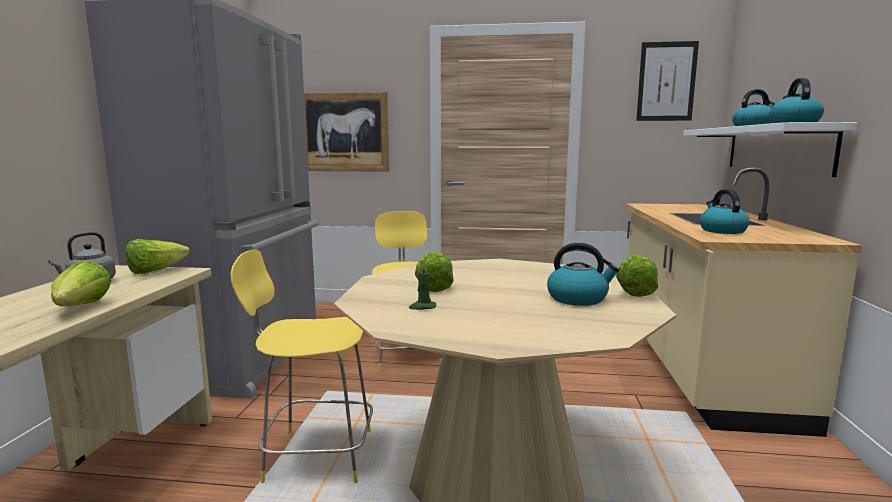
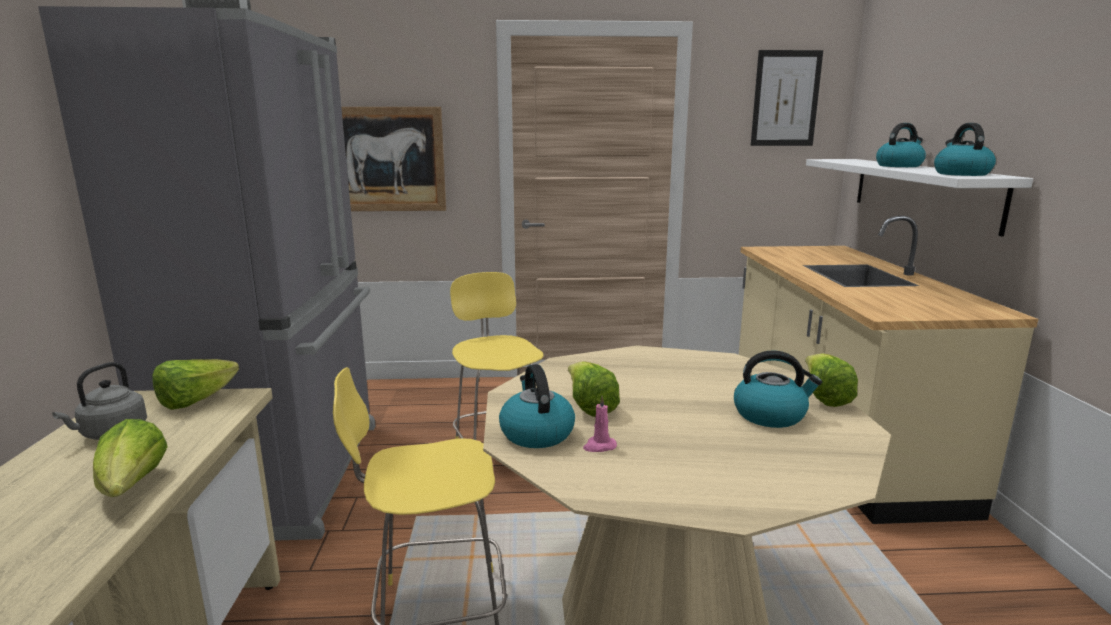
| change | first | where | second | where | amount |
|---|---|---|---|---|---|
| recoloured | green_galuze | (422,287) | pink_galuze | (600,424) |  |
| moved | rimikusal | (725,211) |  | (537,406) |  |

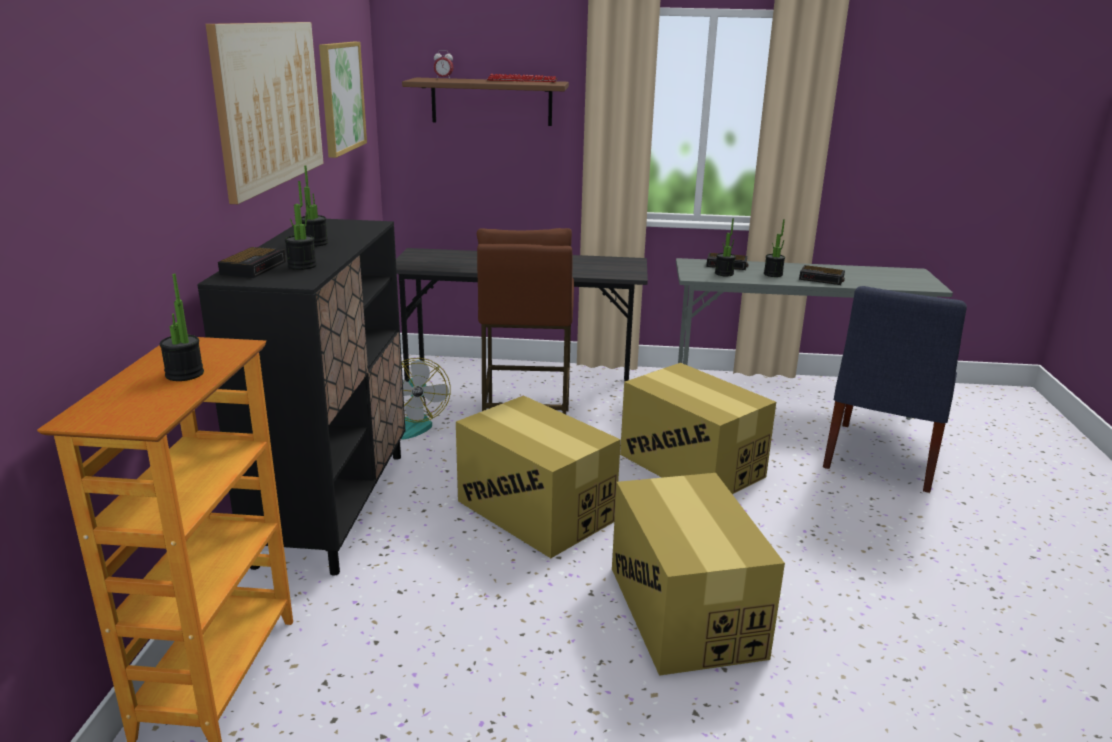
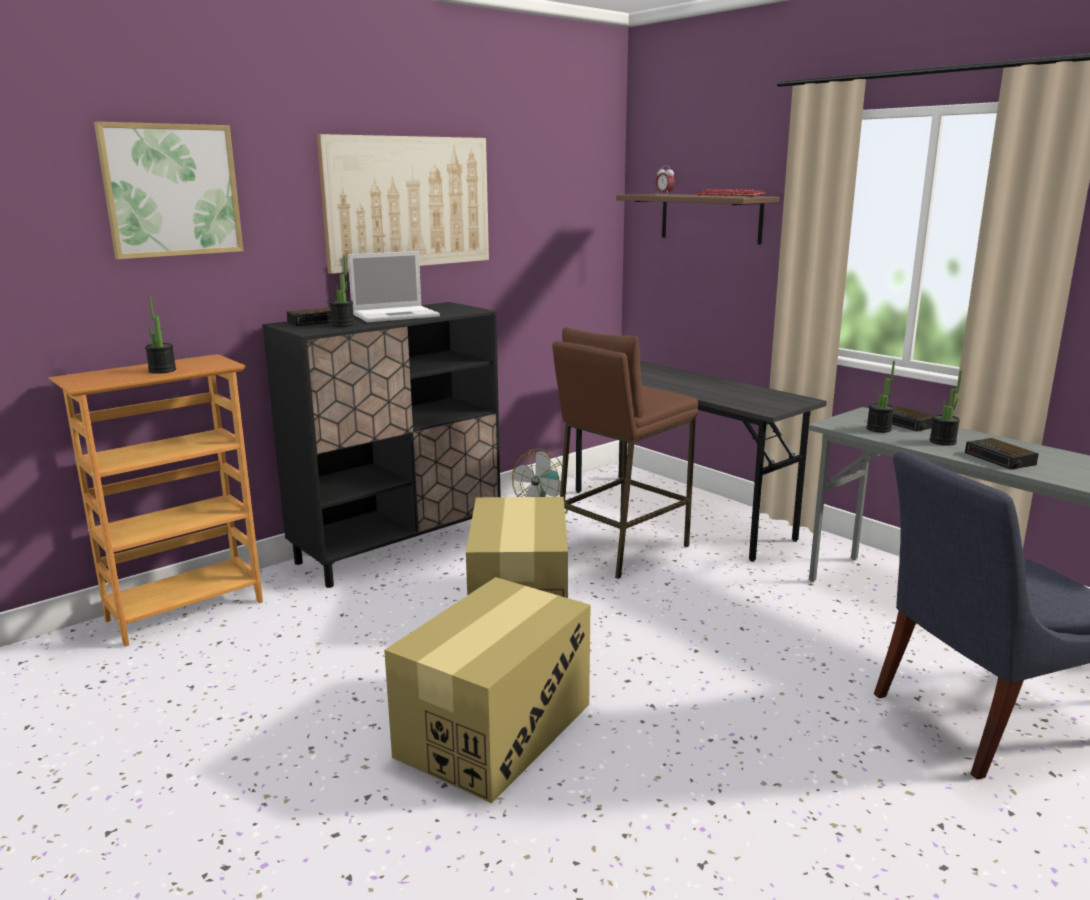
| change | first | where | second | where | amount |
|---|---|---|---|---|---|
| replaced | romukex | (314,206) | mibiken | (394,286) |  |
| moved | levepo | (343,100) |  | (169,190) |  |
| removed | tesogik | (698,428) |  |  |  |

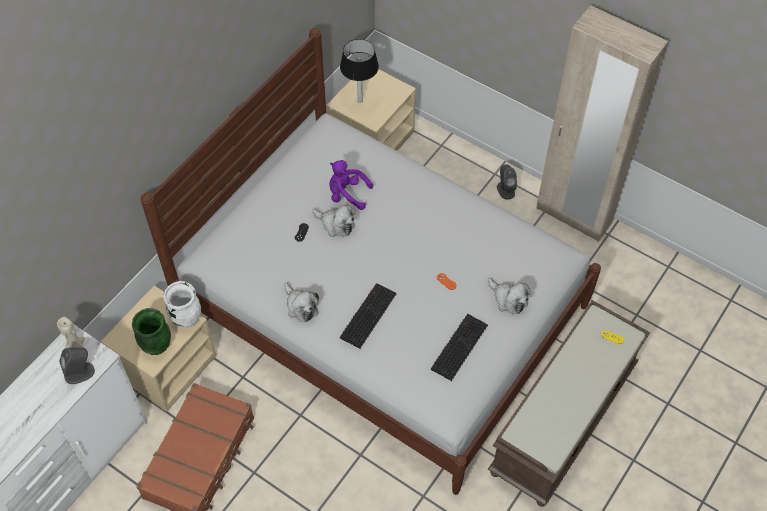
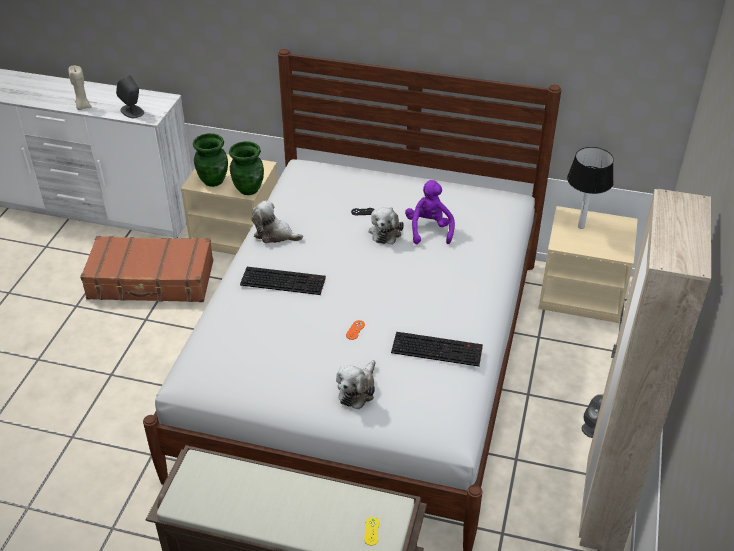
| change | first | where | second | where | amount |
|---|---|---|---|---|---|
| moved | beige_galuze | (71,333) |  | (80,88) |  |
| recoloured | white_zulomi | (182,304) | green_zulomi | (246,168) |  |
| turned | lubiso | (302,302) |  | (277,222) | 75 degrees clockwise |
| moved | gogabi | (459,347) |  | (437,349) |  |

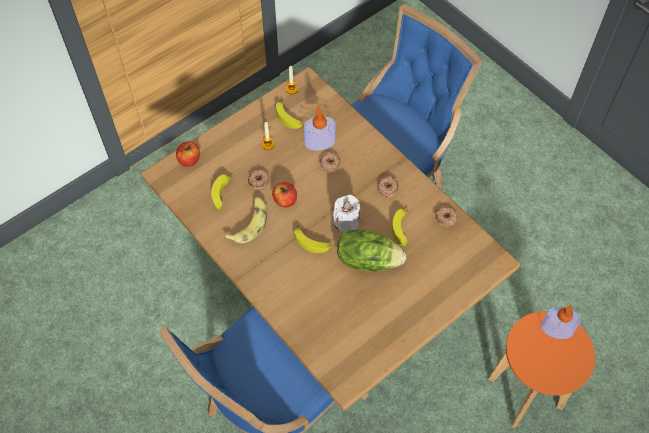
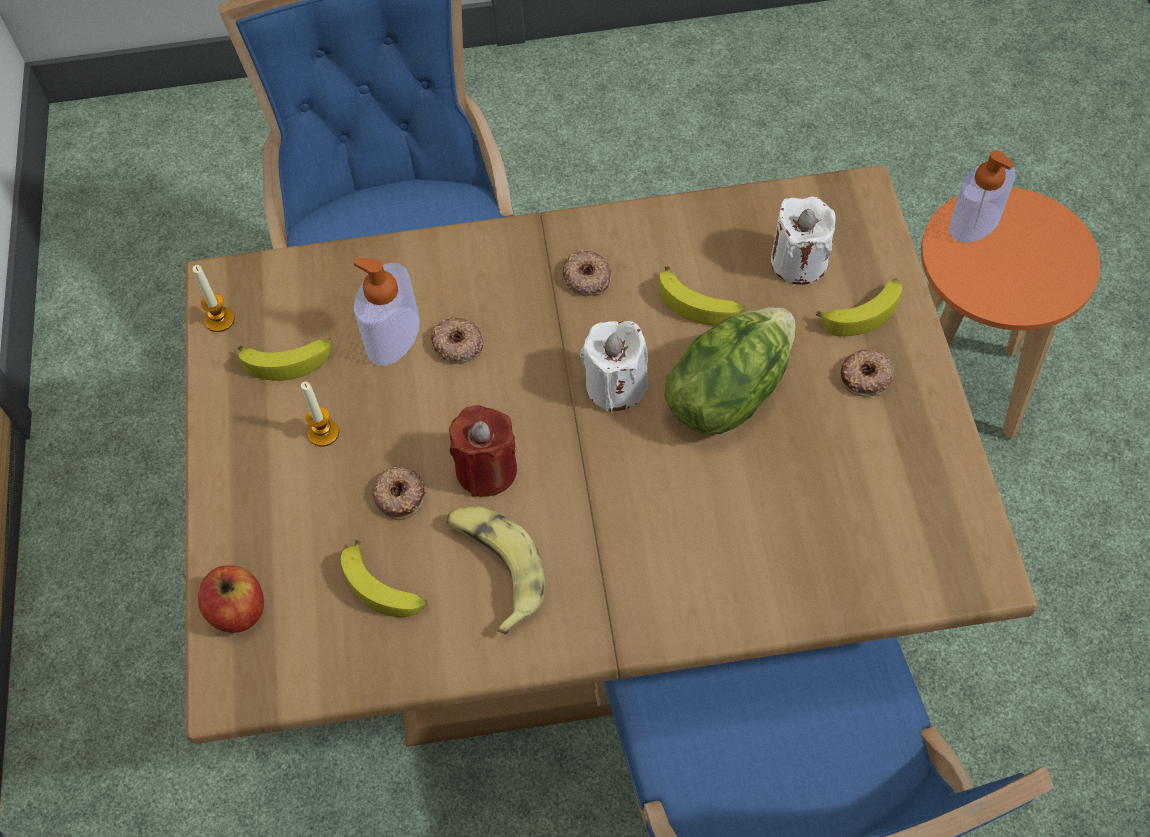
| change | first | where | second | where | amount |
|---|---|---|---|---|---|
| replaced | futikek | (284,194) | red_galuze | (483,451) |  |
| moved | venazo | (313,239) |  | (859,307) |  |
| moved | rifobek | (447,217) |  | (867,373) |  |
| added |  |  | white_galuze | (803,240) |  |

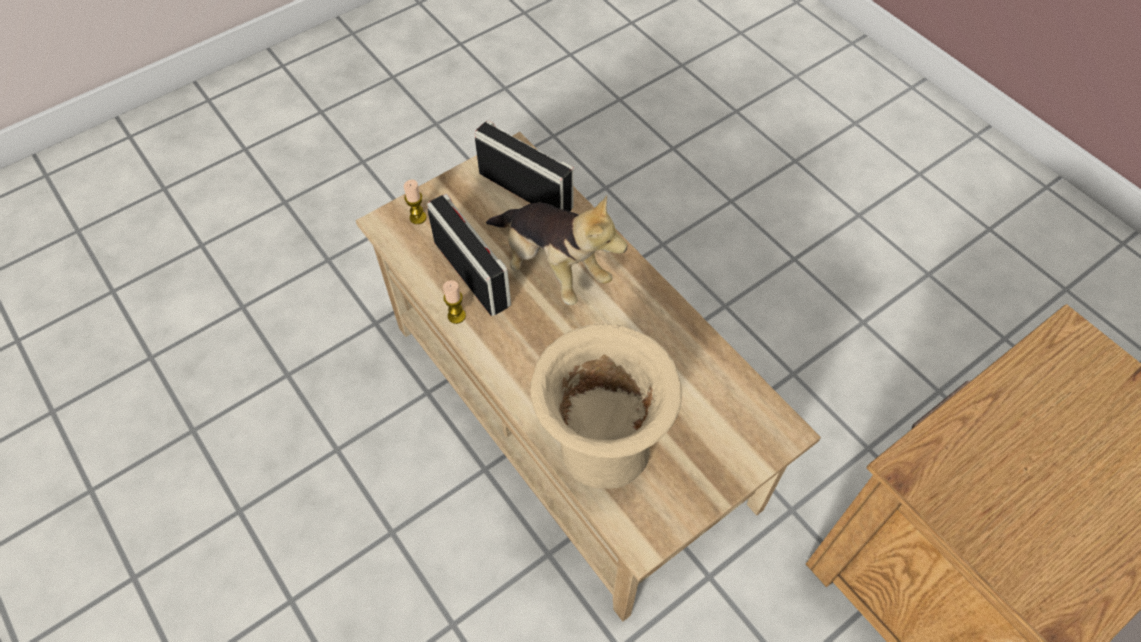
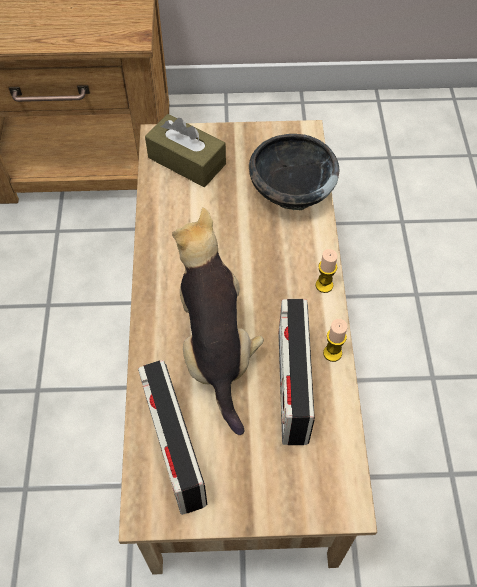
| change | first | where | second | where | amount |
|---|---|---|---|---|---|
| moved | galuze | (415,202) |  | (327,271) |  |
| replaced | beige_zulomi | (606,406) | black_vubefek | (294,172) |  |
| added |  |  | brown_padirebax | (185,150) |  |

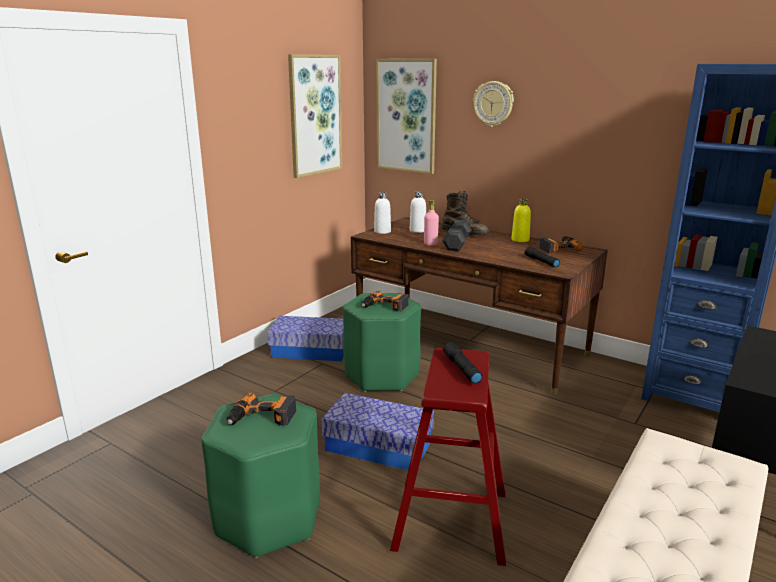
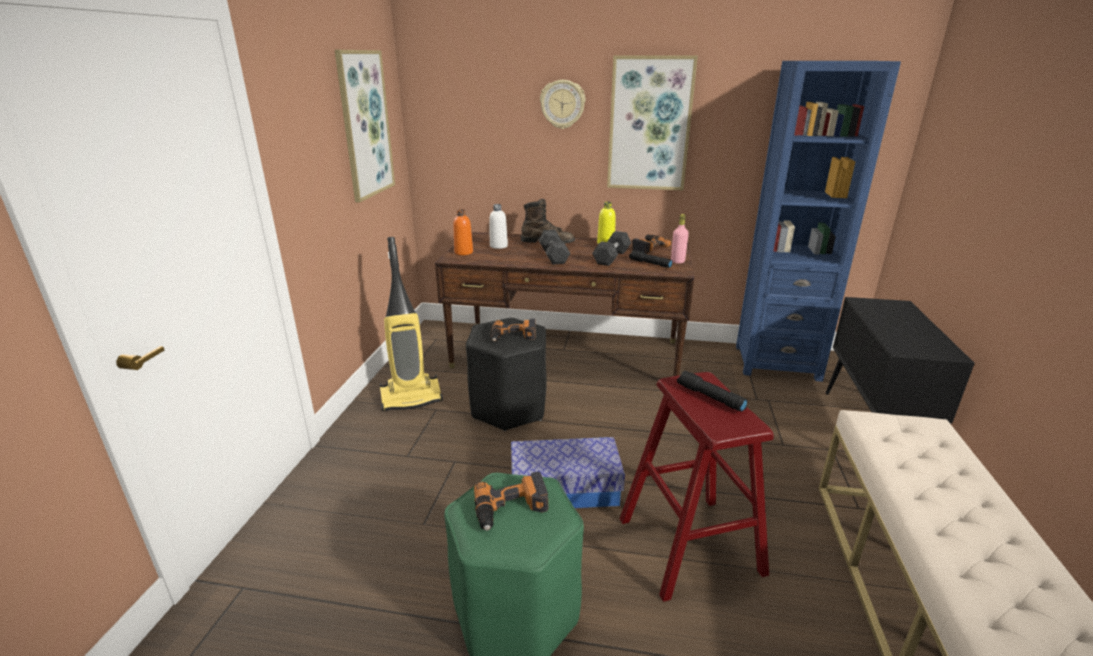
| change | first | where | second | where | amount |
|---|---|---|---|---|---|
| replaced | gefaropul | (305,338) | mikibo | (411,324) |  |
| recoloured | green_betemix | (382,342) | black_betemix | (506,374) |  |
| recoloured | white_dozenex | (382,213) | orange_dozenex | (463,232) |  |
| moved | levepo | (406,116) |  | (652,123) |  |
| moved | pink_dozenex | (431,223) |  | (680,239) |  |
| added |  |  | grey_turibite | (611,248) |  |

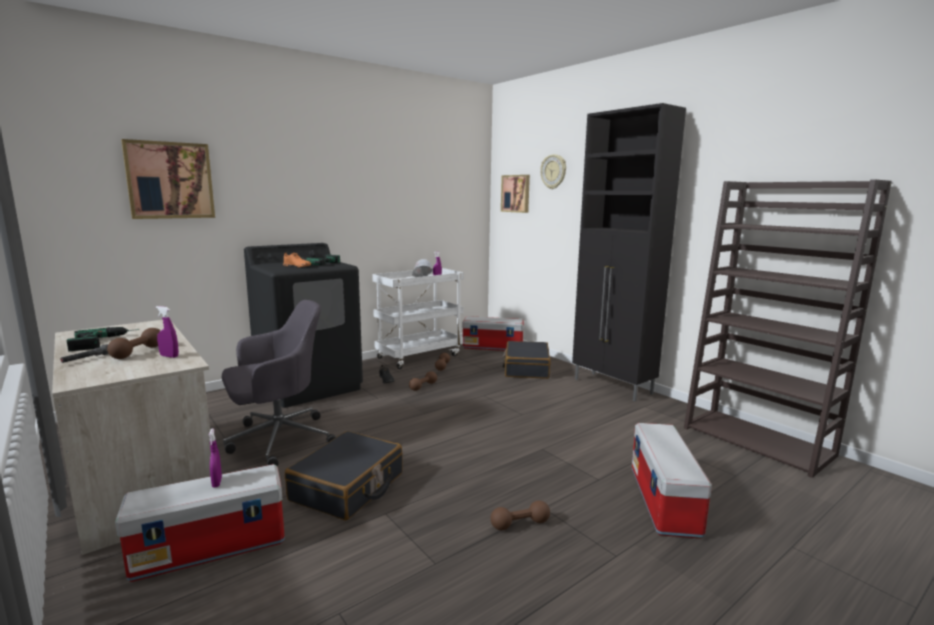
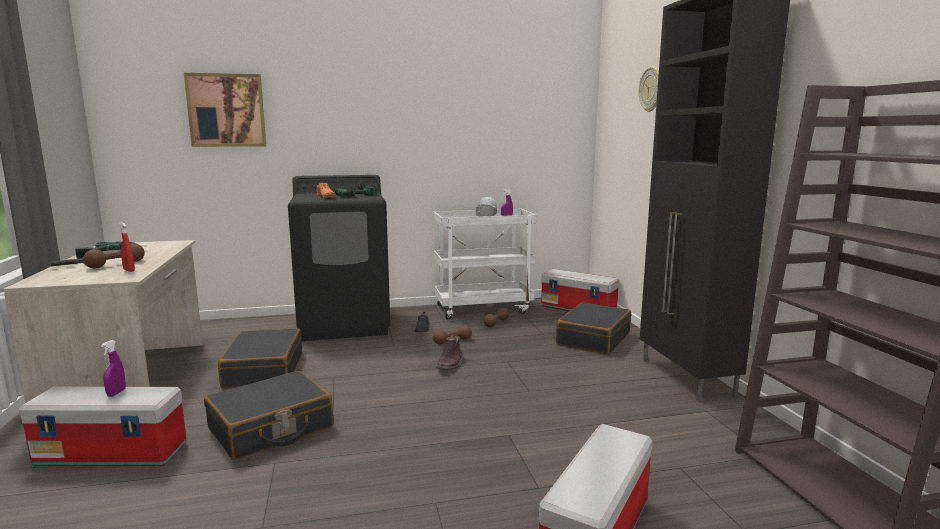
| change | first | where | second | where | amount |
|---|---|---|---|---|---|
| recoloured | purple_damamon | (167,332) | red_damamon | (127,247) |  |
| replaced | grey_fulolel | (279,383) | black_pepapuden | (260,358) |  |
| removed | brown_turibite | (520,515) |  |  |  |
| removed | levepo | (515,194) |  |  |  |
| added |  |  | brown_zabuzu | (449,352) |  |

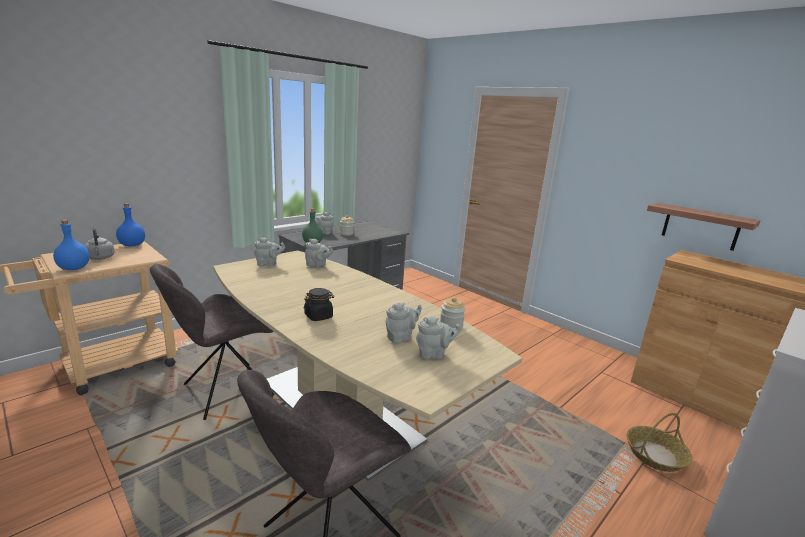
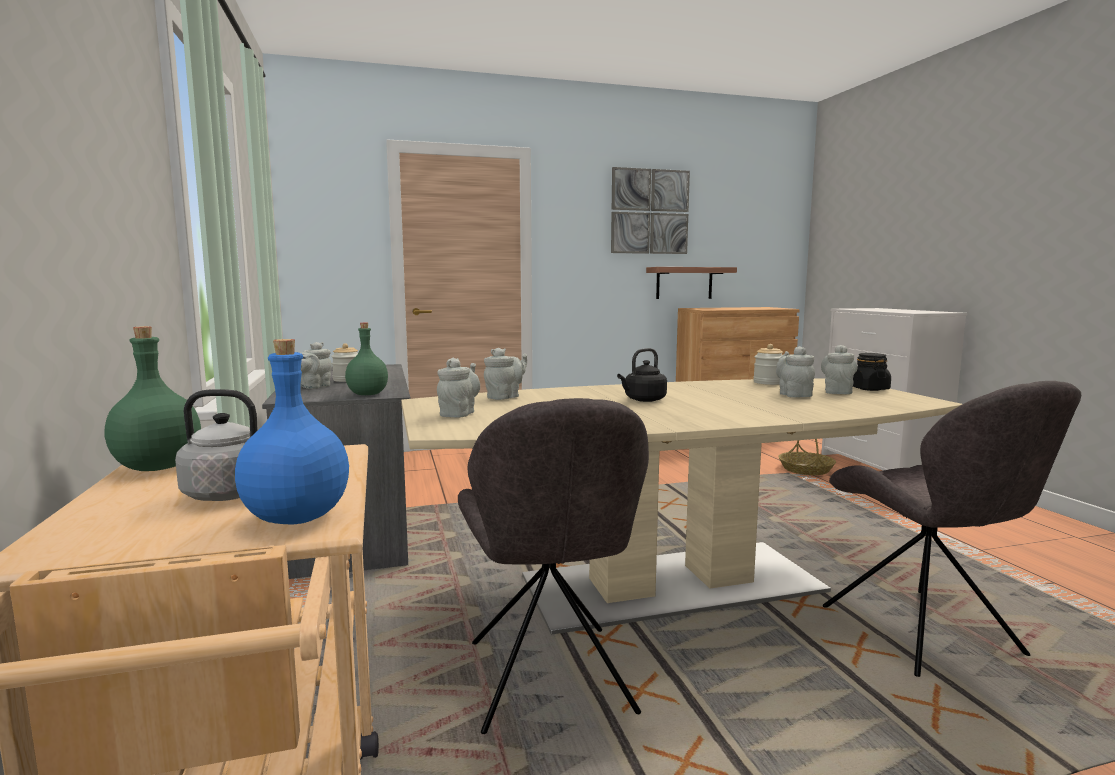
| change | first | where | second | where | amount |
|---|---|---|---|---|---|
| recoloured | blue_dozenex | (130,225) | green_dozenex | (153,398) |  |
| moved | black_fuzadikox | (319,304) |  | (872,372) |  |
| added |  |  | levepo | (650,210) |  |
| added |  |  | black_rimikusal | (642,375) |  |

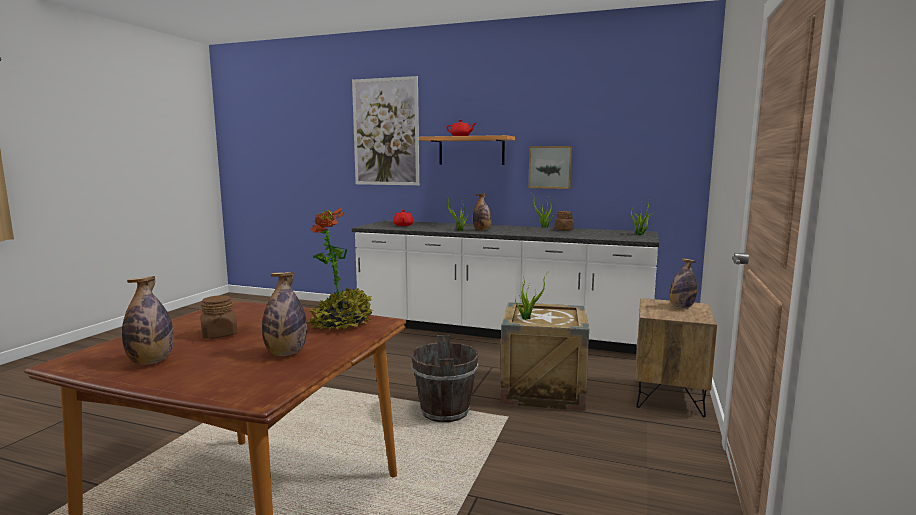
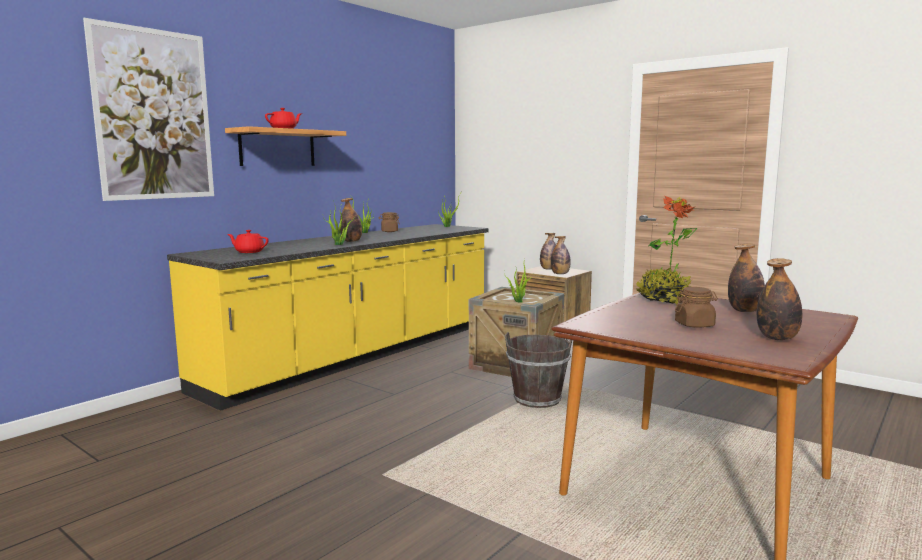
| change | first | where | second | where | amount |
|---|---|---|---|---|---|
| recoloured | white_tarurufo | (505,287) | yellow_tarurufo | (327,317) |  |
| removed | levepo | (550,167) |  |  |  |
| added |  |  | dozenex | (561,255) |  |

